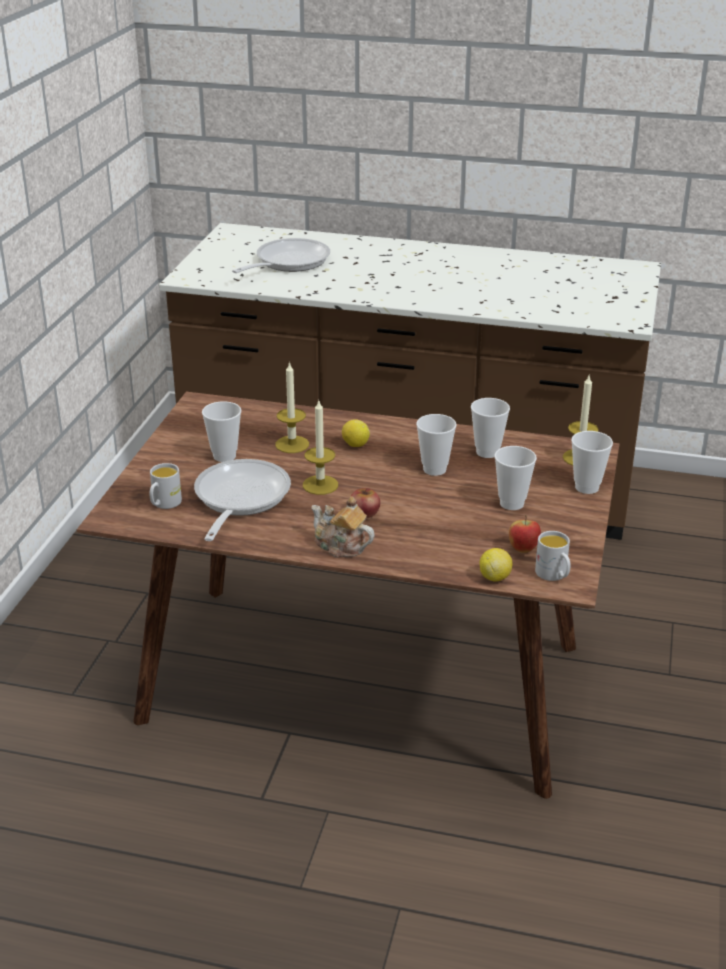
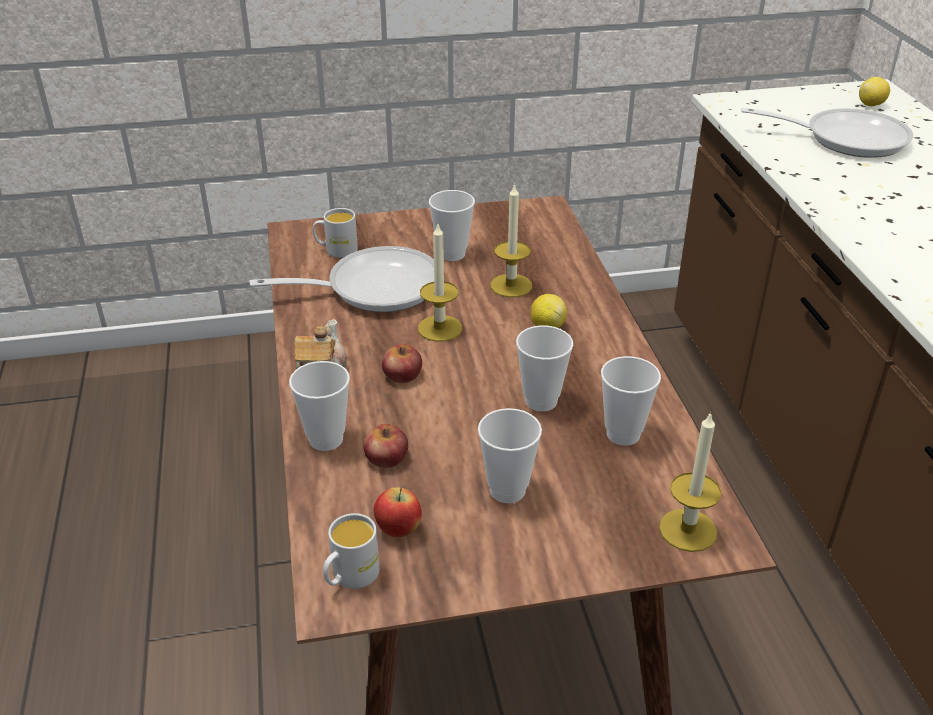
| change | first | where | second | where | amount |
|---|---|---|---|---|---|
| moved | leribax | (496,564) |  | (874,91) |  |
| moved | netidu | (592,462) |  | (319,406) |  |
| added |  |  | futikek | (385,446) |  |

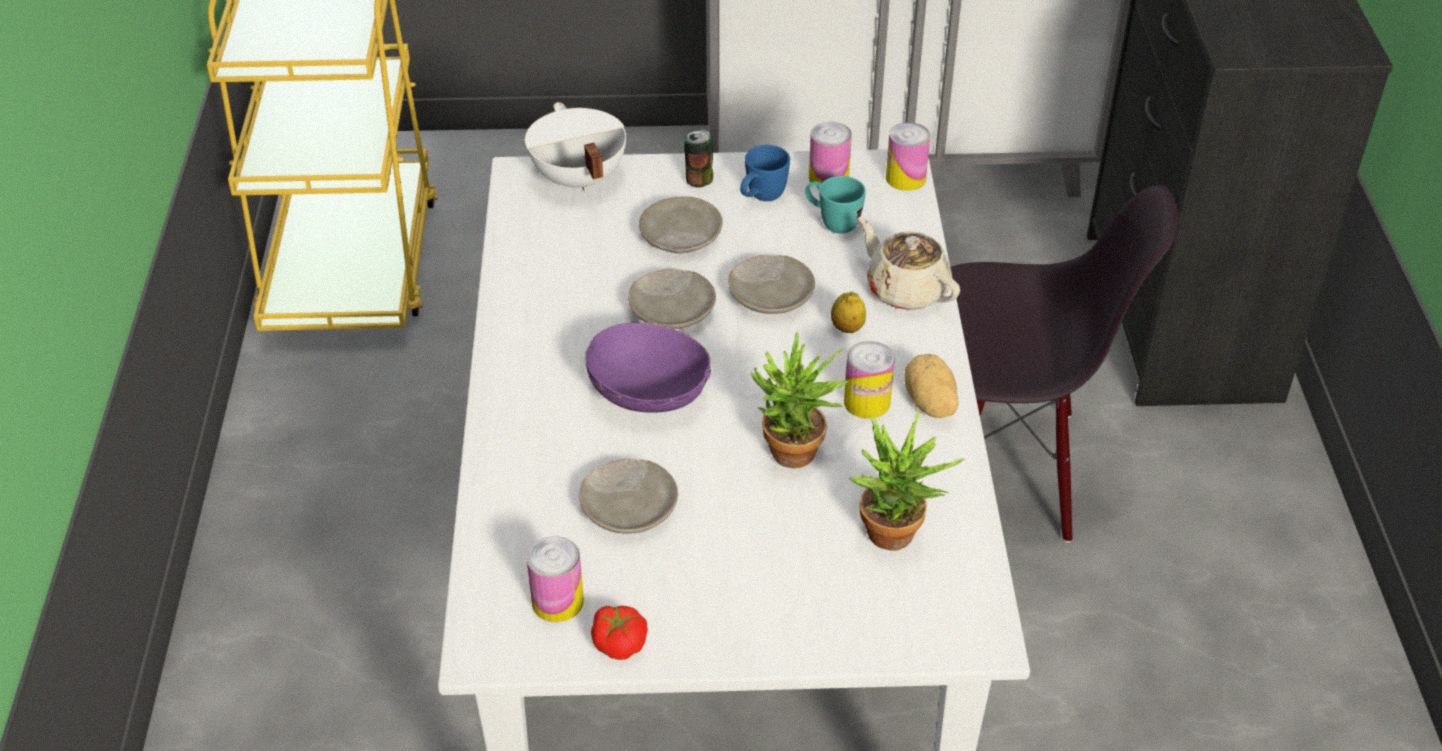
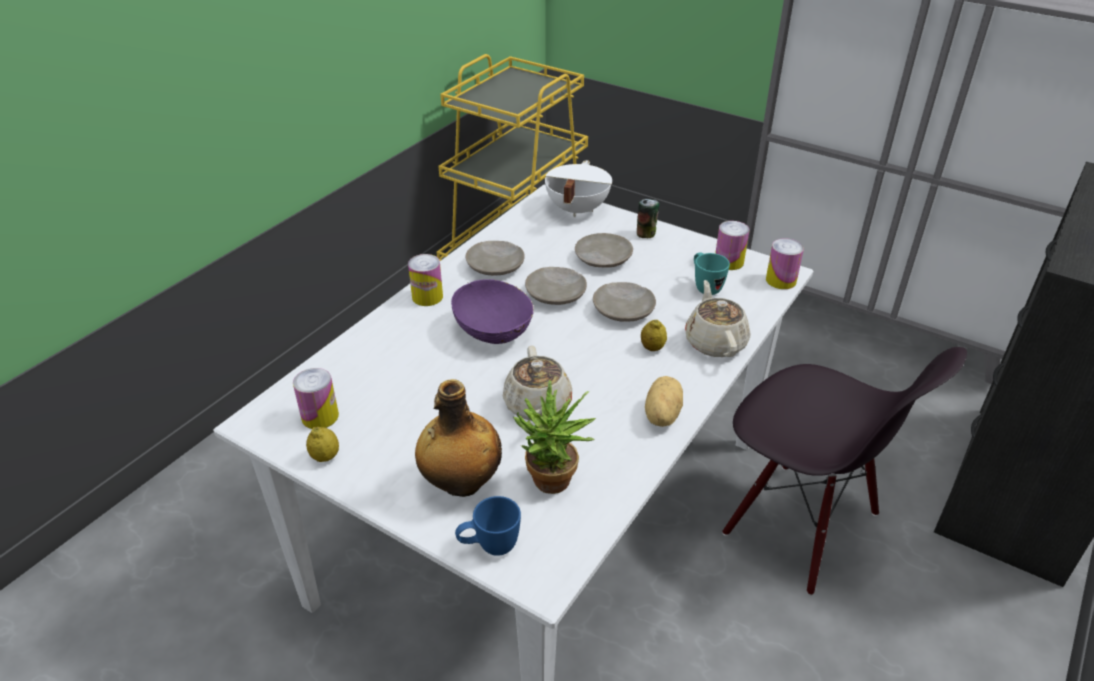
| change | first | where | second | where | amount |
|---|---|---|---|---|---|
| moved | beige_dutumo | (628,496) |  | (495,258) |  |
| replaced | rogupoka | (619,633) | leribax | (322,444) |  |
| moved | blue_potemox | (765,173) |  | (488,526) |  |
| replaced | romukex | (799,400) | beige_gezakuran | (537,383) |  |
| moved | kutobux | (869,380) |  | (425,280) |  |
| added |  |  | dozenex | (458,438) |  |

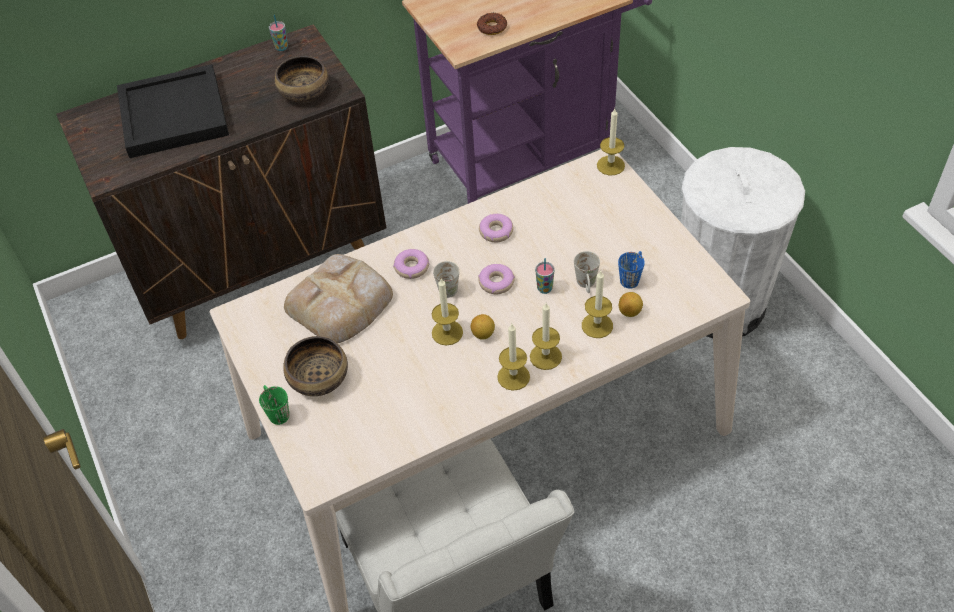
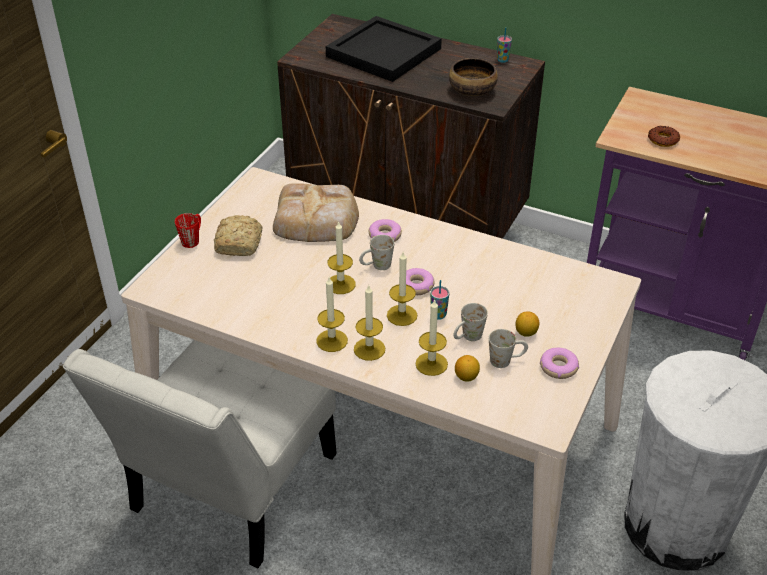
| change | first | where | second | where | amount |
|---|---|---|---|---|---|
| recoloured | green_potemox | (274,405) | red_potemox | (188,230) |  |
| replaced | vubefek | (315,366) | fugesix | (238,235) |  |
| moved | leribax | (483,327) |  | (527,324) |  |
| moved | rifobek | (496,228) |  | (559,363) |  |
| moved | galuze | (611,142) |  | (402,289) |  |
| recoloured | blue_potemox | (631,270) | white_potemox | (508,348) |  |

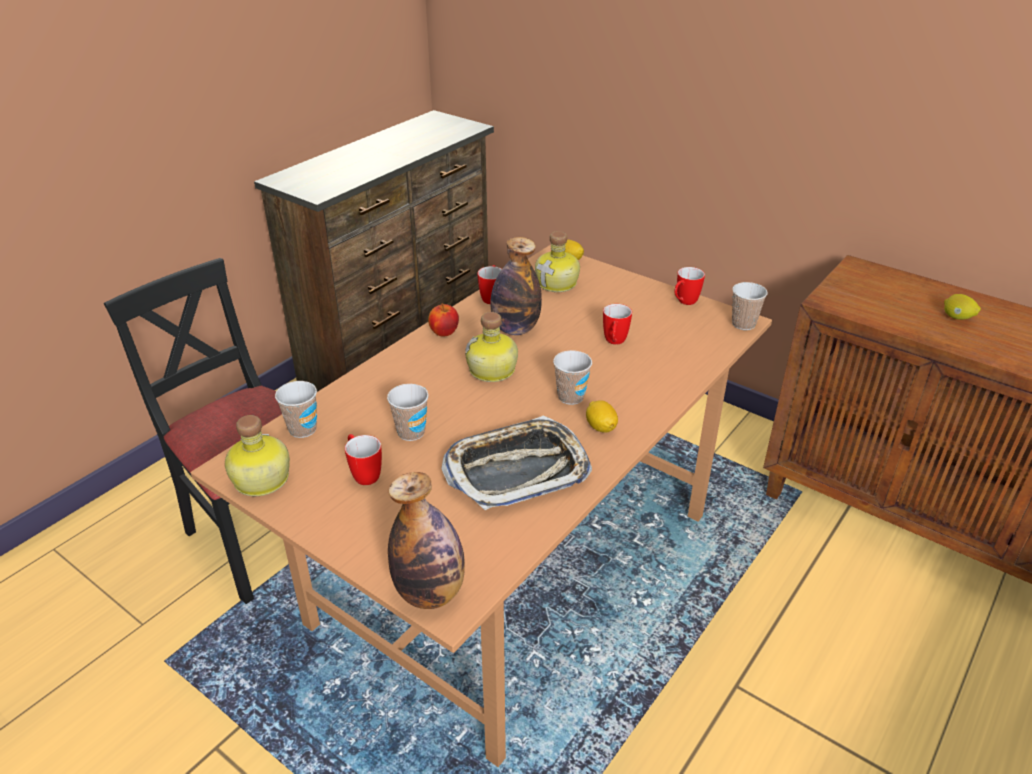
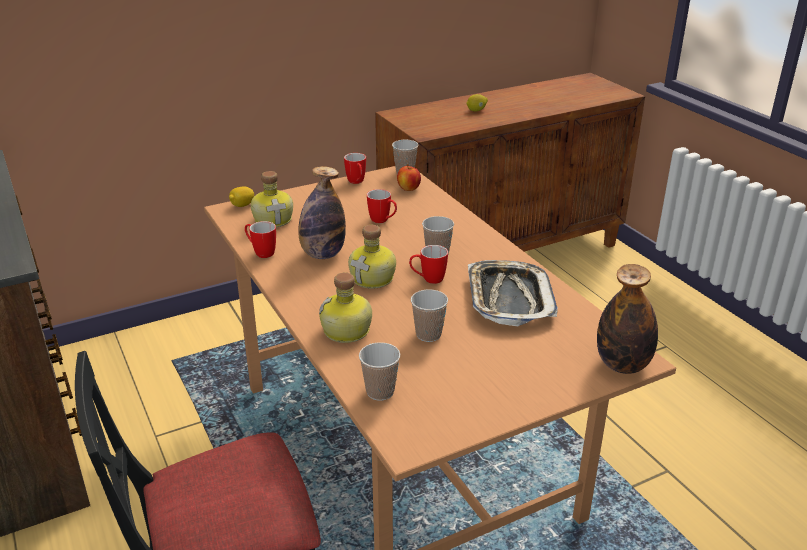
| change | first | where | second | where | amount |
|---|---|---|---|---|---|
| moved | dozenex | (257,455) |  | (345,308) |  |
| moved | potemox | (363,459) |  | (428,264) |  |
| moved | futikek | (443,319) |  | (409,177) |  |
| removed | leribax | (602,416) |  |  |  |

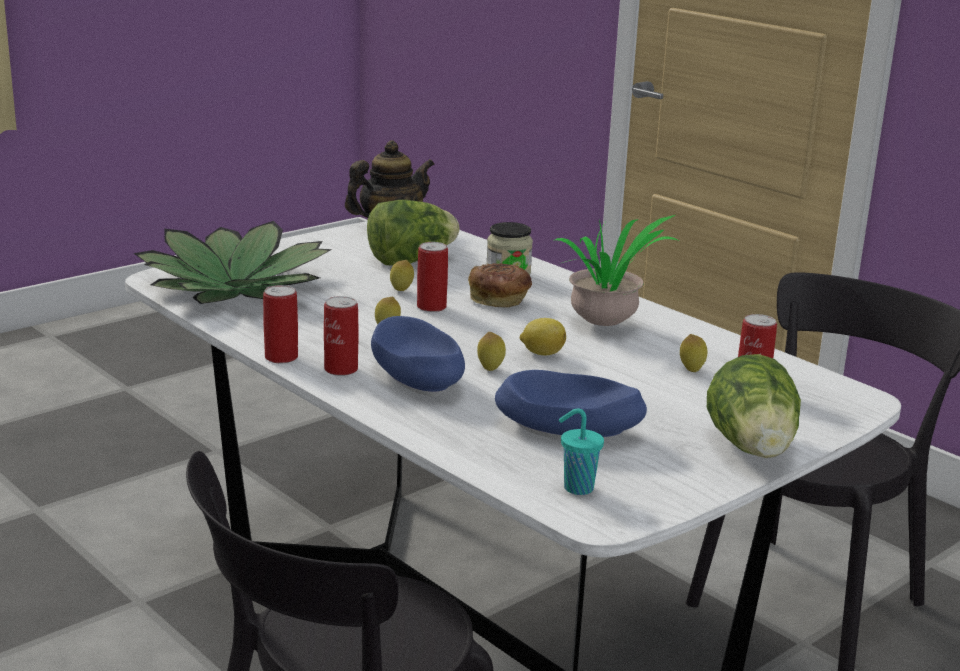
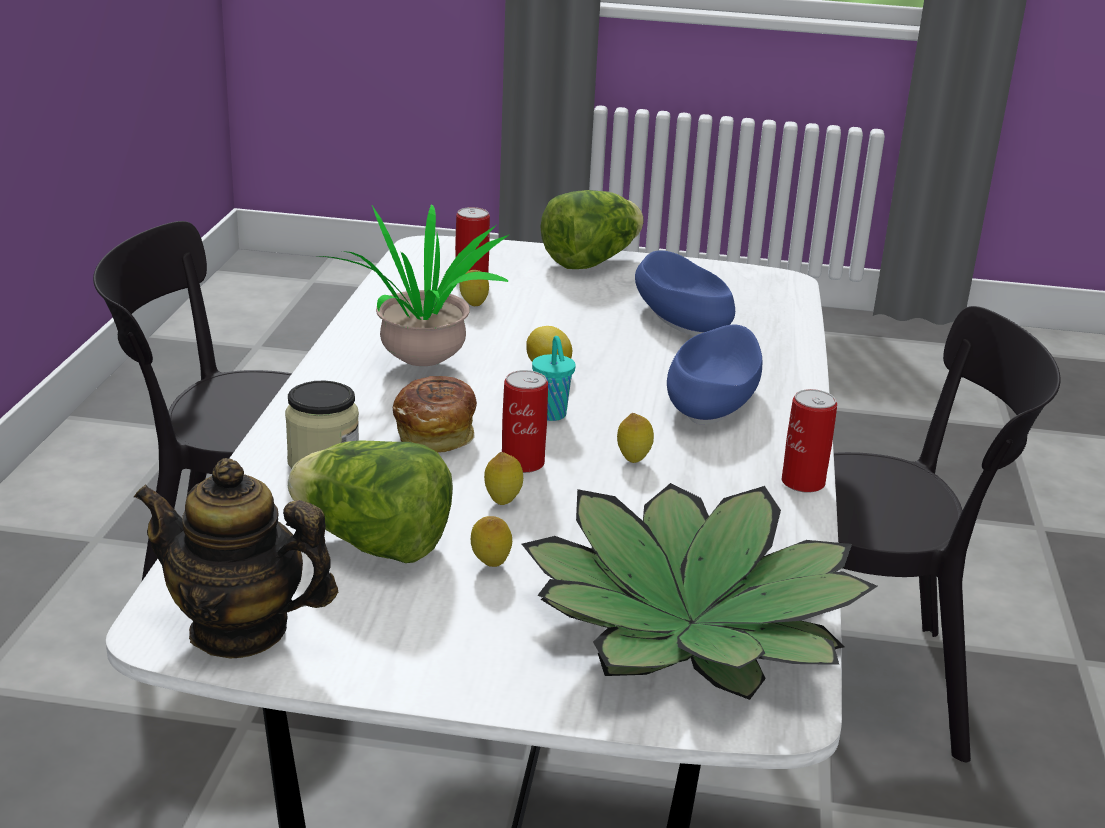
| change | first | where | second | where | amount |
|---|---|---|---|---|---|
| removed | kutobux | (341,336) |  |  |  |
| moved | leribax | (491,351) |  | (491,541) |  |
| moved | turquoise_netidu | (581,451) |  | (554,378) |  |

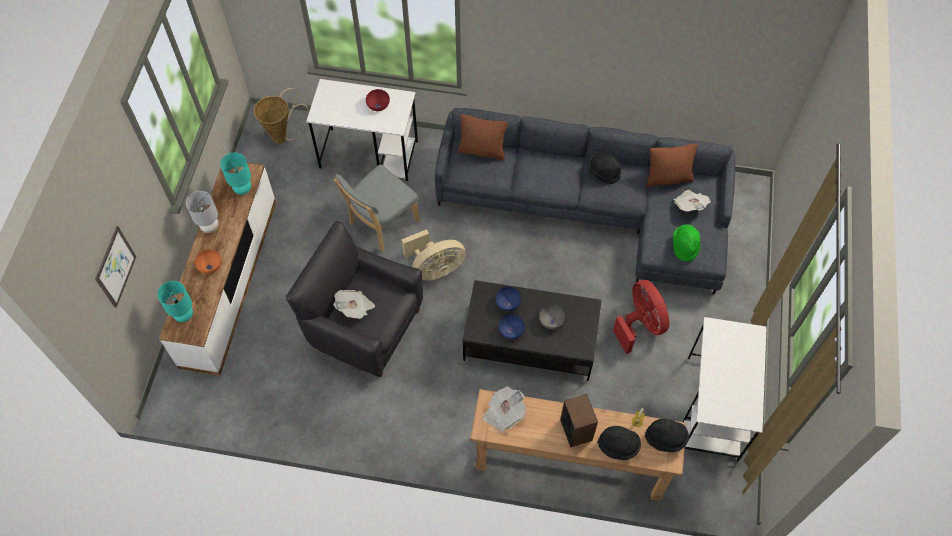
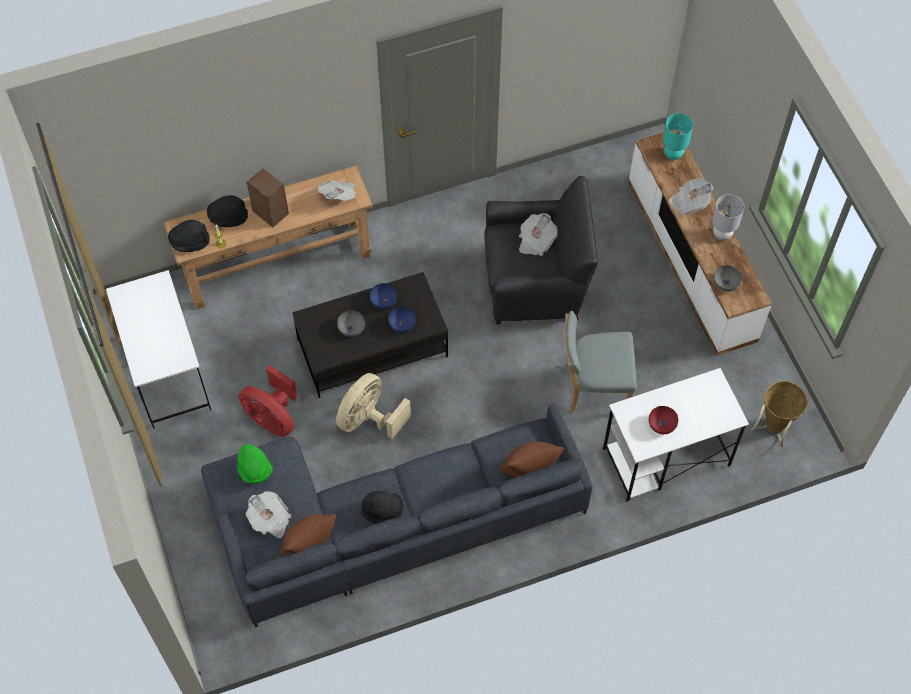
| change | first | where | second | where | amount |
|---|---|---|---|---|---|
| removed | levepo | (116,267) |  |  |  |
| replaced | orange_vubefek | (208,261) | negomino | (691,197) |  |
| replaced | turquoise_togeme | (235,173) | grey_vubefek | (728,278) |  |
| turned | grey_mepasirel | (376,208) |  | (600,362) | 105 degrees counterclockwise |
| moved | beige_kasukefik | (433,255) |  | (373,406) |  |

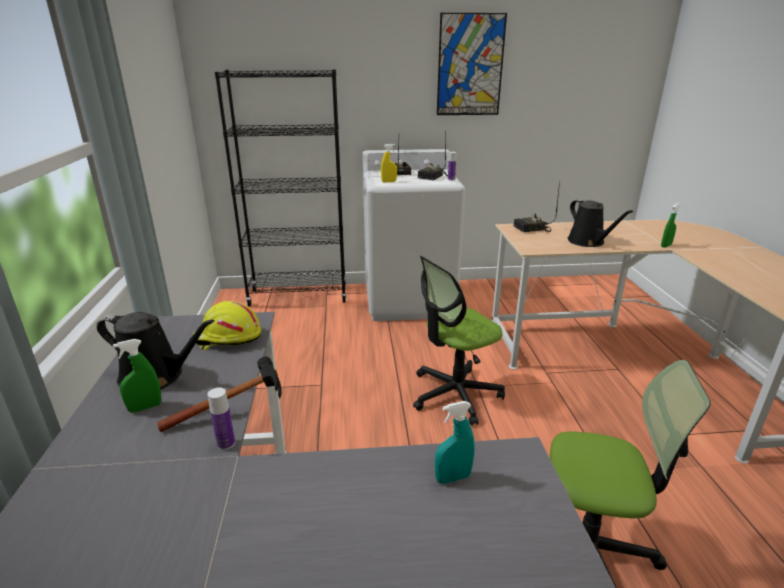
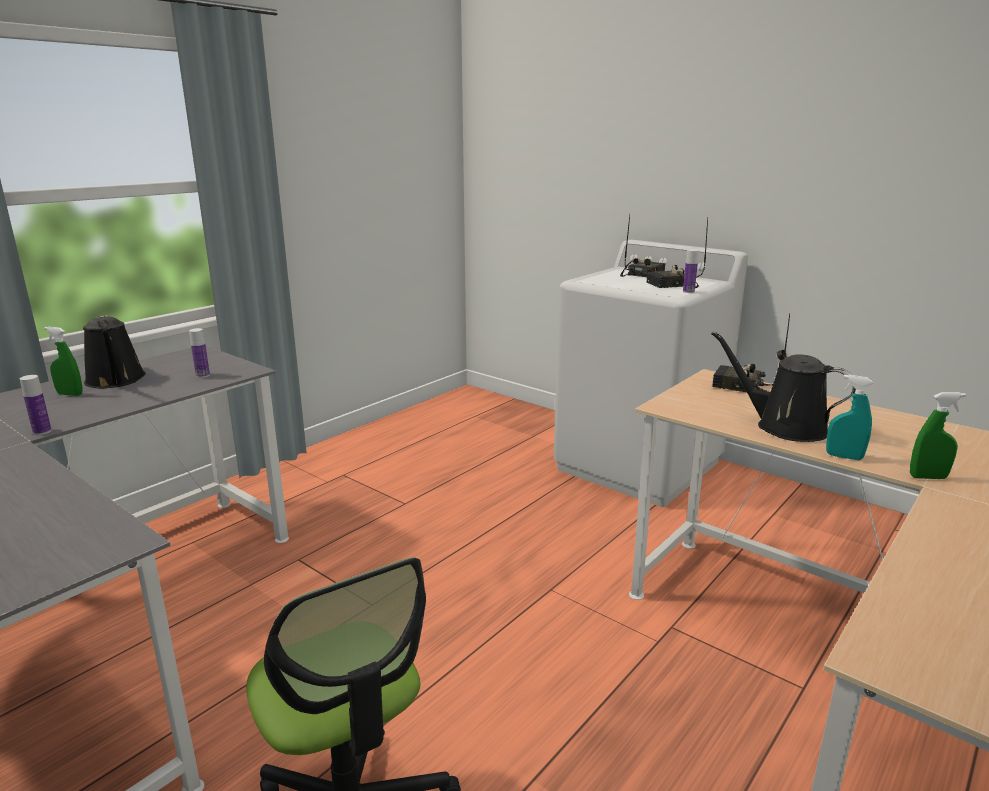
| change | first | where | second | where | amount |
|---|---|---|---|---|---|
| removed | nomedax | (219,394) |  |  |  |
| replaced | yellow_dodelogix | (226,325) | dozenex | (199,353) |  |
| removed | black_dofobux | (281,187) |  |  |  |
| removed | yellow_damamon | (389,163) |  |  |  |
| removed | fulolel | (459,341) |  |  |  |
| moved | turquoise_damamon | (455,442) |  | (849,417) |  |
| removed | levepo | (472,64) |  |  |  |
| turned | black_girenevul | (600,223) |  | (783,386) | 105 degrees clockwise |

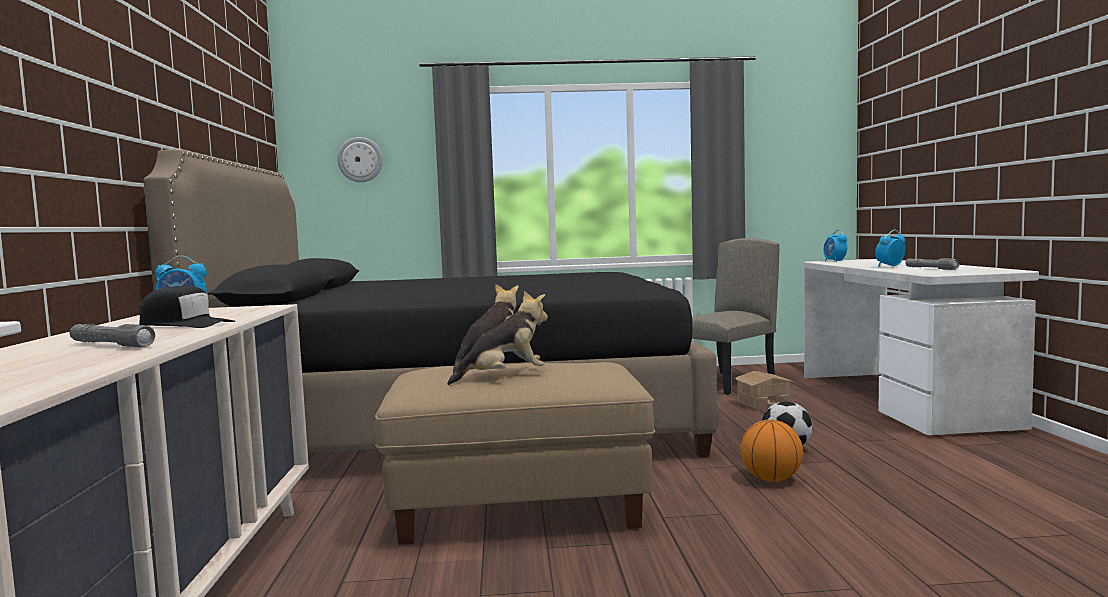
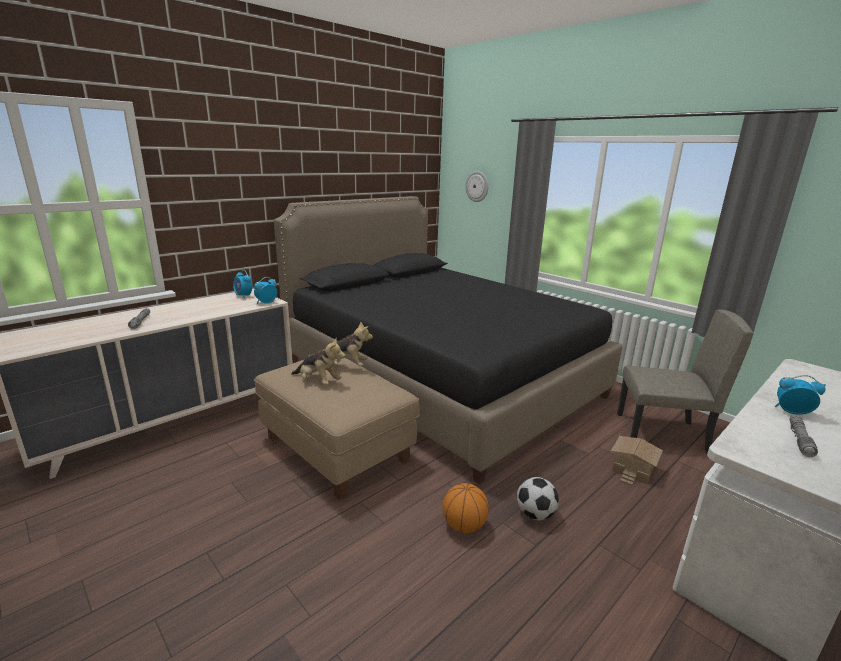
| change | first | where | second | where | amount |
|---|---|---|---|---|---|
| removed | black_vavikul | (187,307) |  |  |  |
| moved | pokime | (835,245) |  | (265,290) |  |

